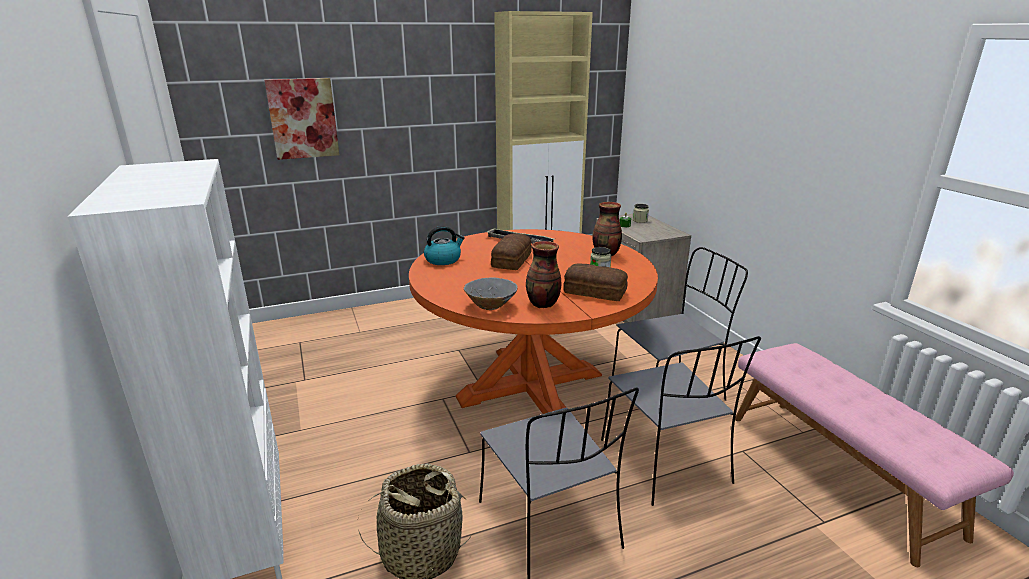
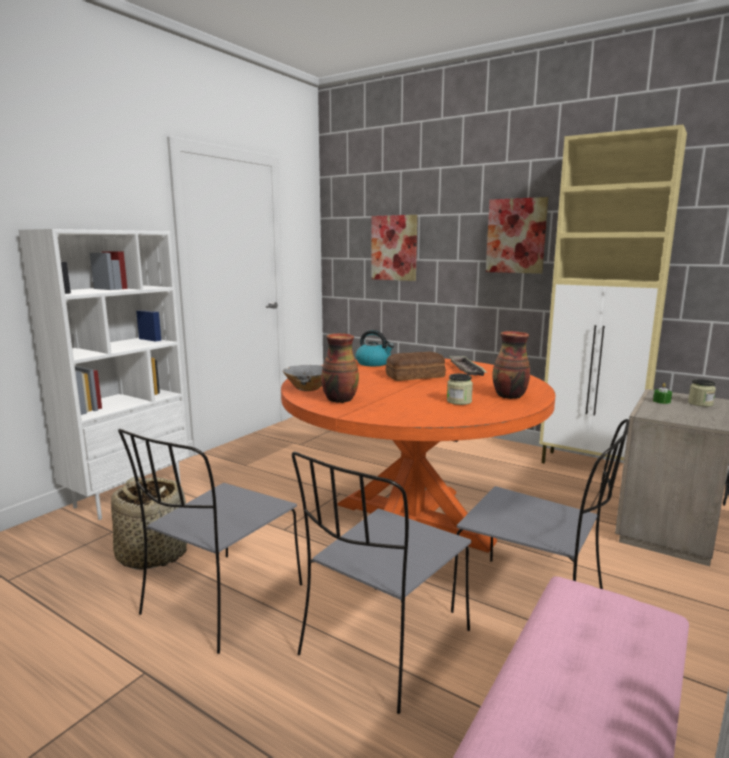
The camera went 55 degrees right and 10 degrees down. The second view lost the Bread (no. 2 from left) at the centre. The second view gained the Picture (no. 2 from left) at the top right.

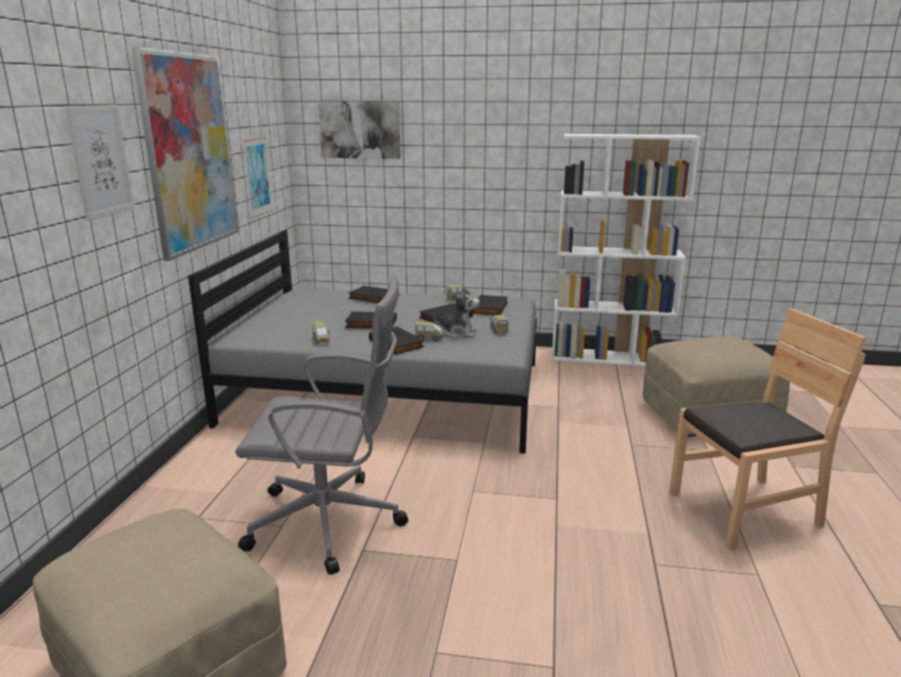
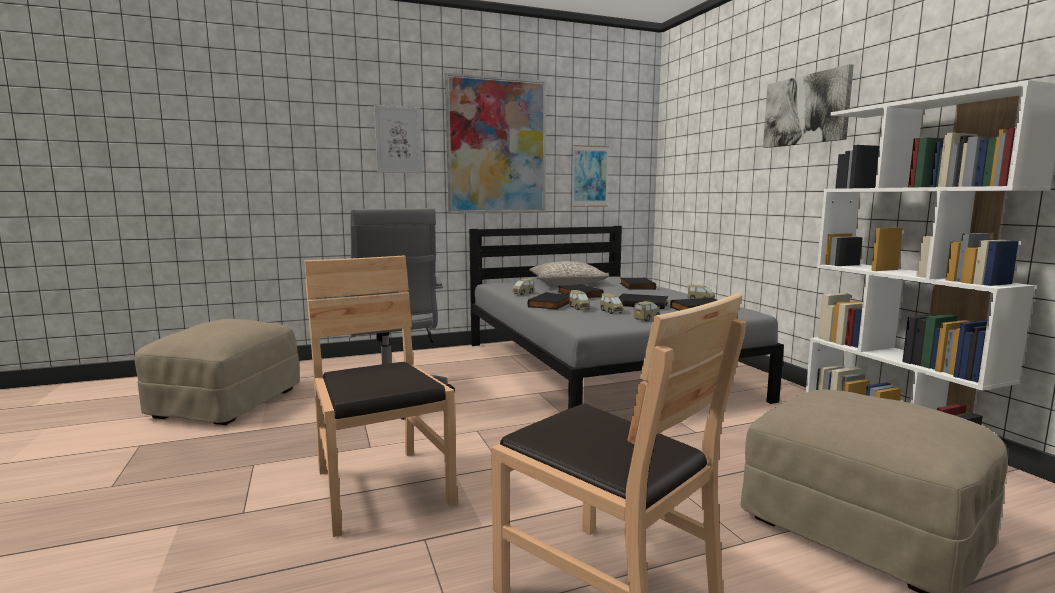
The camera went 60 degrees right and 10 degrees down. The Picture (no. 4 from left) ended up elsewhere, having gone from the top centre to the top right. Where the PlushToy stood at the centre, the ToyCar (no. 3 from left) came to stand at the centre. The second view gained the BrownChair (no. 1 from left) at the bottom centre. The second view gained the GreyPillow at the centre.

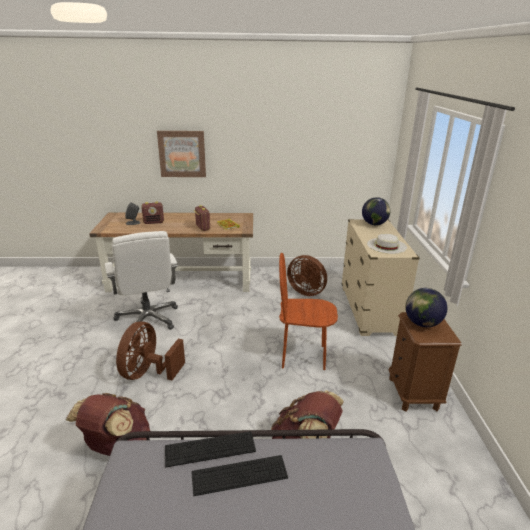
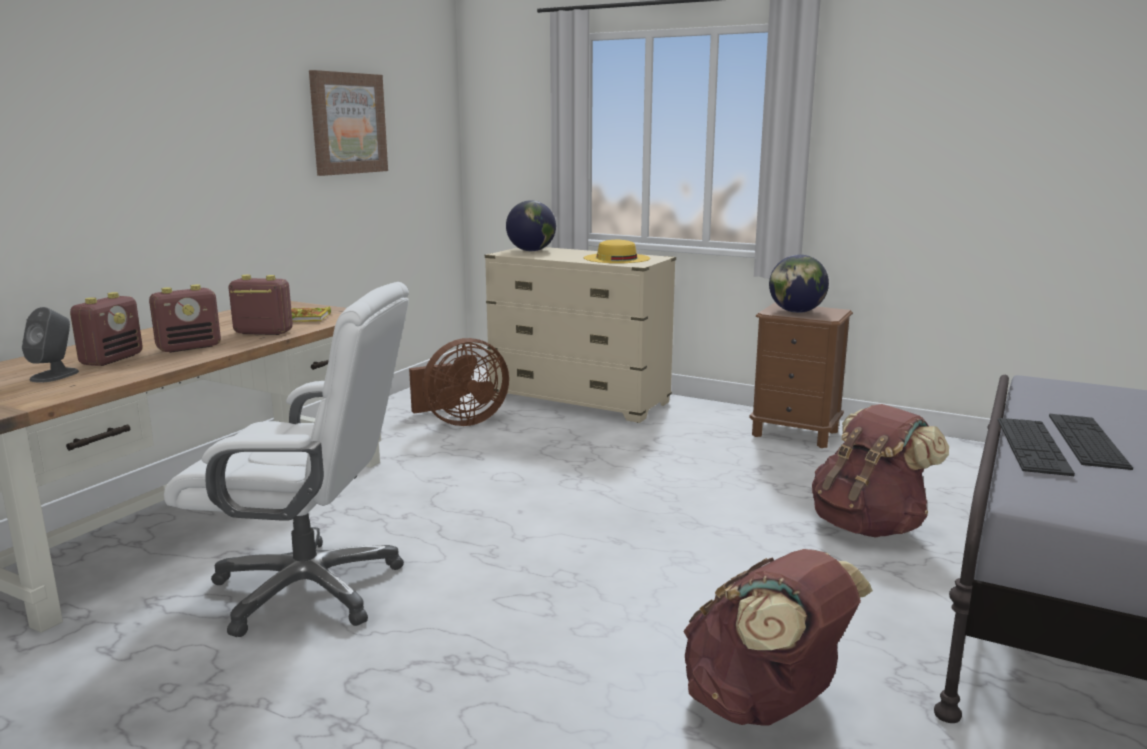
The camera went 60 degrees left and 10 degrees down. The second view lost the BrownFan (no. 1 from left) at the middle left. The Picture ended up elsewhere, having gone from the top centre to the top left. The second view lost the BrownChair at the centre. What was the WhiteHat at the middle right turned into the YellowHat at the centre. The second view gained the Radio (no. 2 from left) at the middle left.

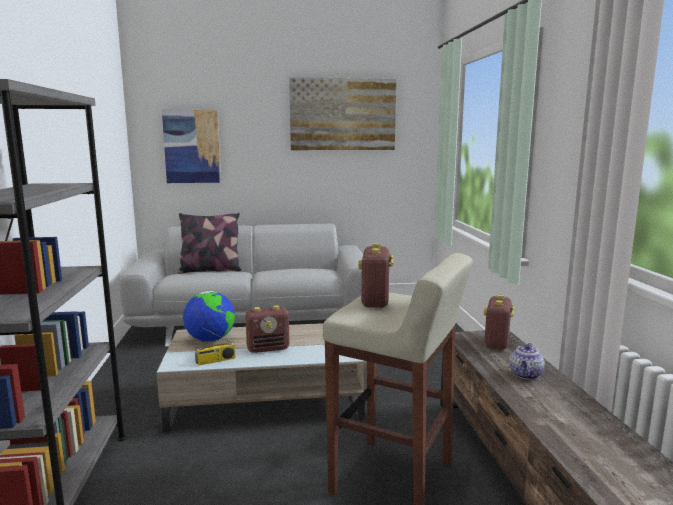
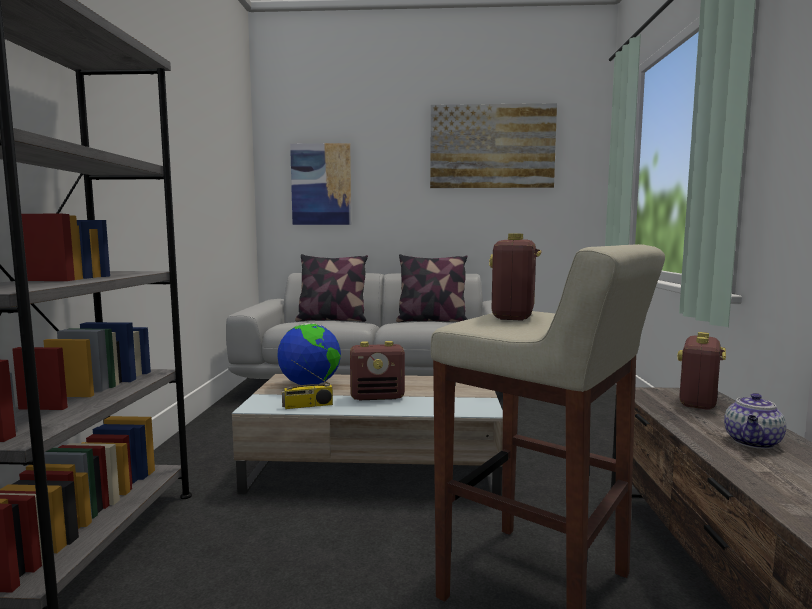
The camera went 10 degrees right and 5 degrees down. The second view gained the Pillow (no. 2 from left) at the centre.

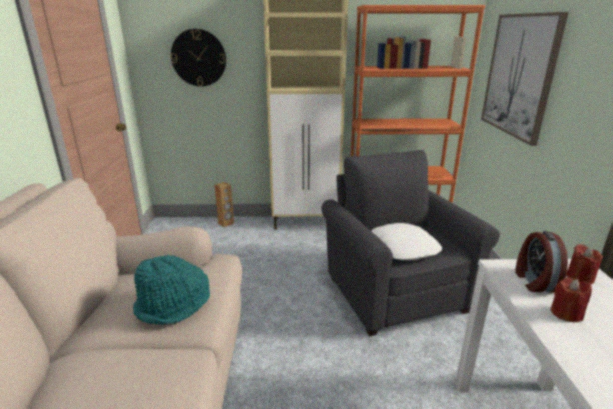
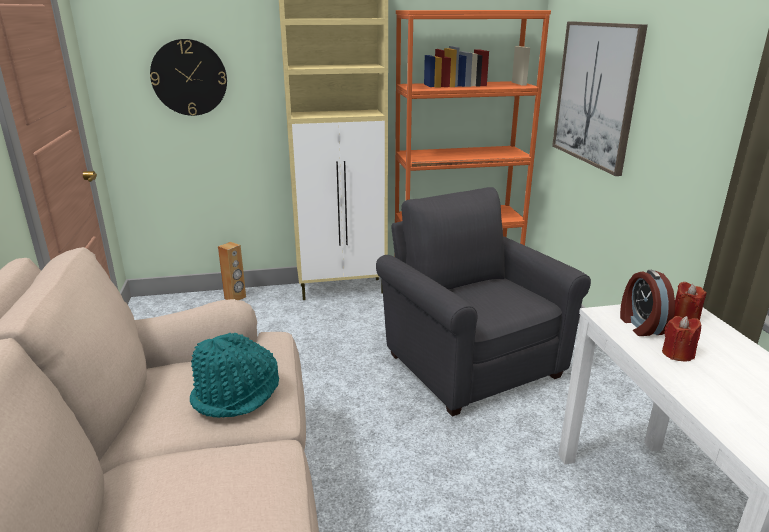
The camera went 10 degrees left and 0 degrees up. The second view lost the WhitePillow at the centre.

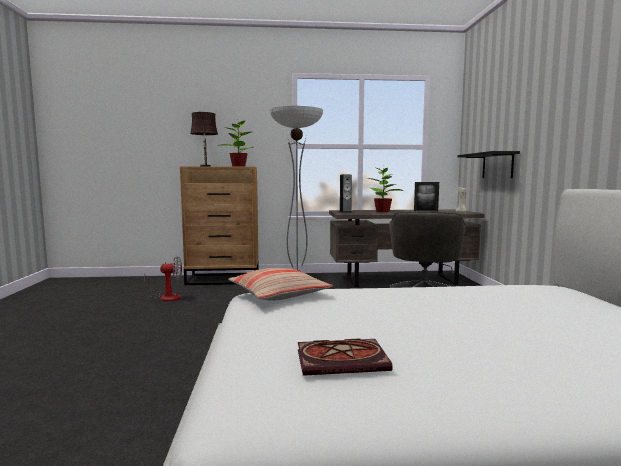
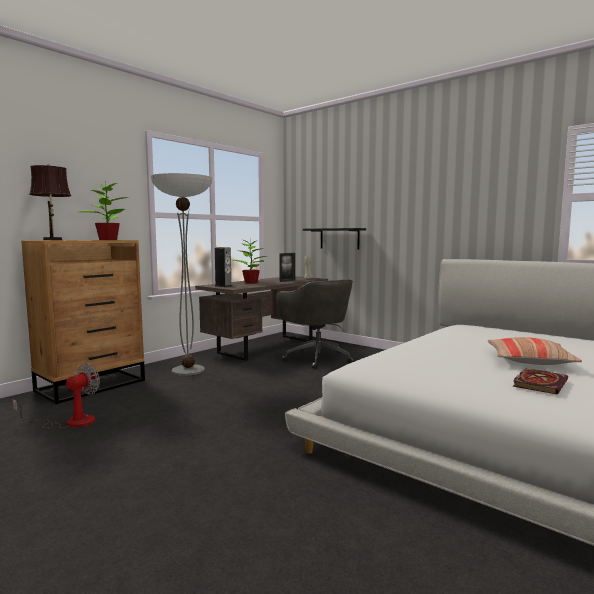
The camera went 45 degrees left and 0 degrees up. The Pillow ended up elsewhere, having gone from the centre to the middle right.

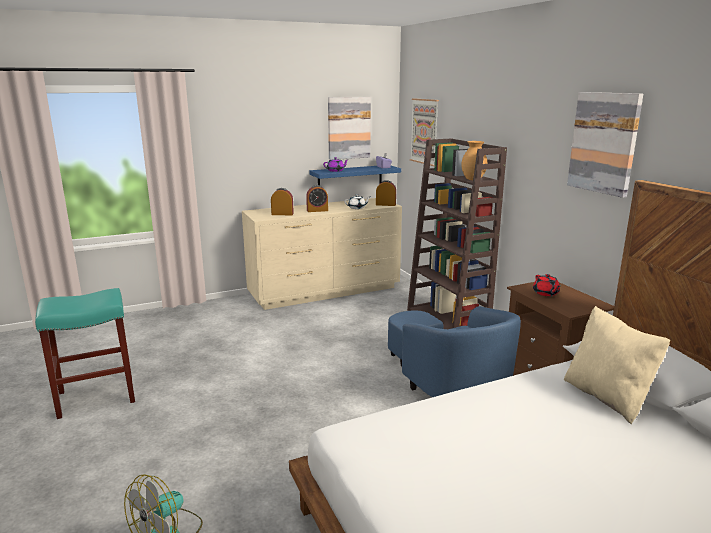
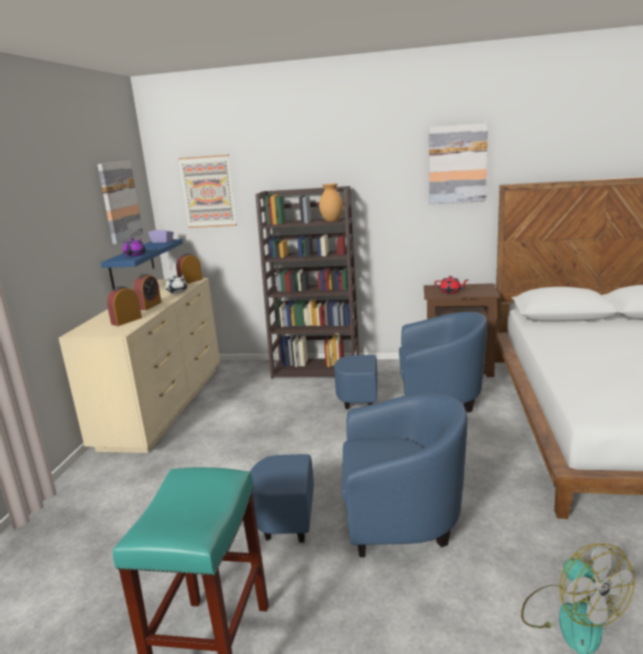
The camera went 55 degrees left and 0 degrees up. The second view lost the BeigePillow at the bottom right. The second view gained the BlueArmchair (no. 1 from left) at the bottom centre.

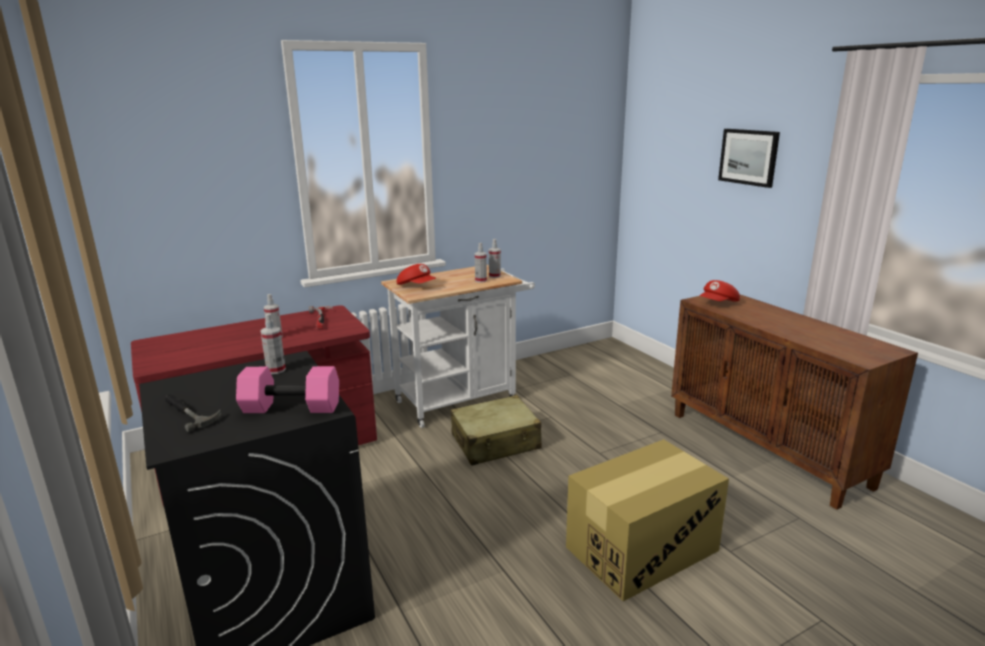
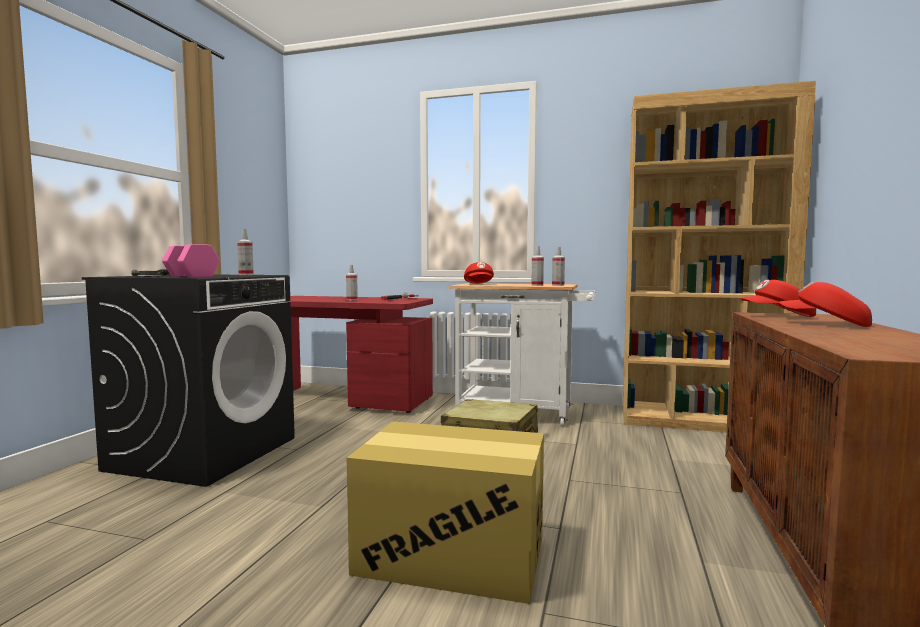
The camera went 45 degrees right and 15 degrees down. The second view lost the Picture at the top right. The second view gained the BrownBookcase at the middle right. The second view gained the RedCap (no. 3 from left) at the middle right.

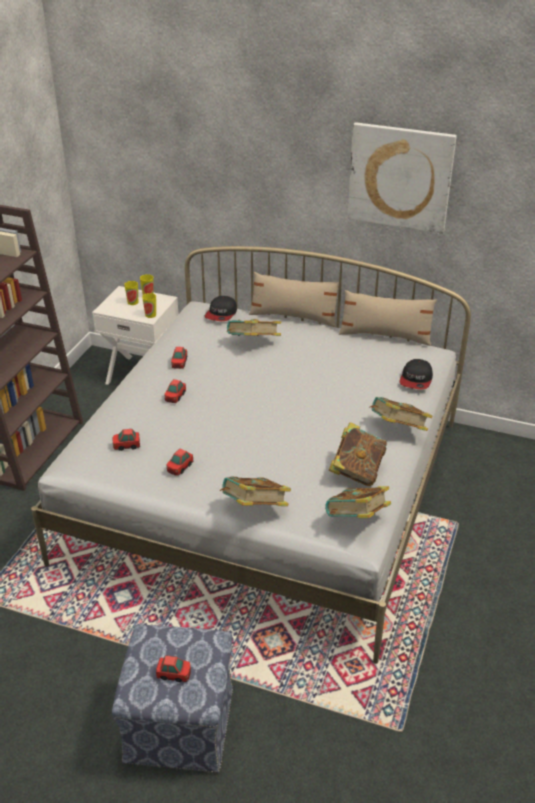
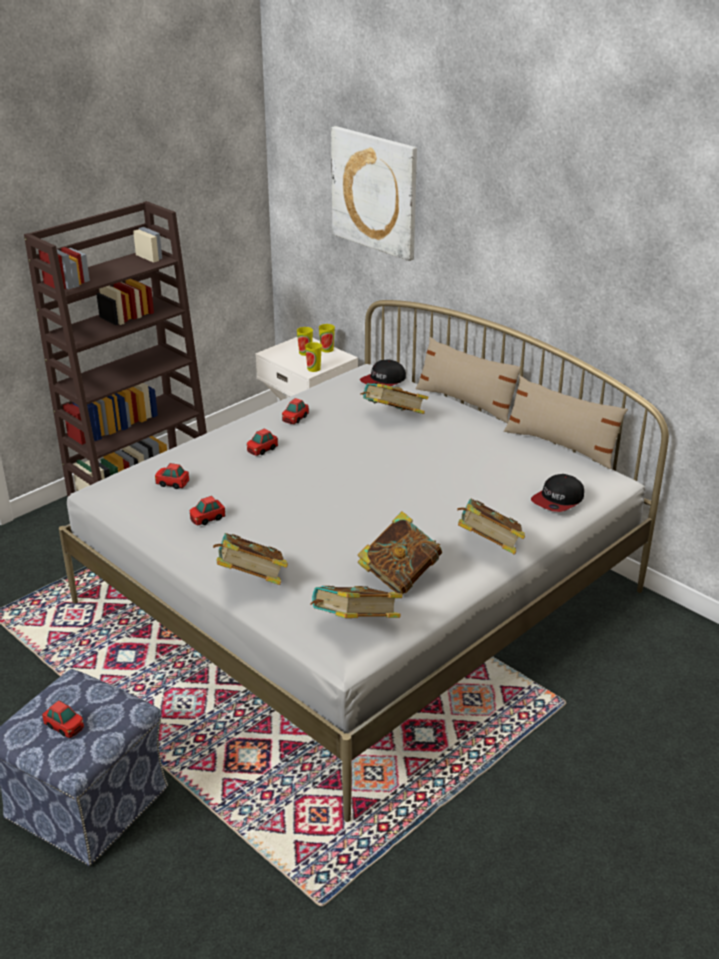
The camera went 25 degrees right and 5 degrees down. The Picture ended up elsewhere, having gone from the top right to the top centre.

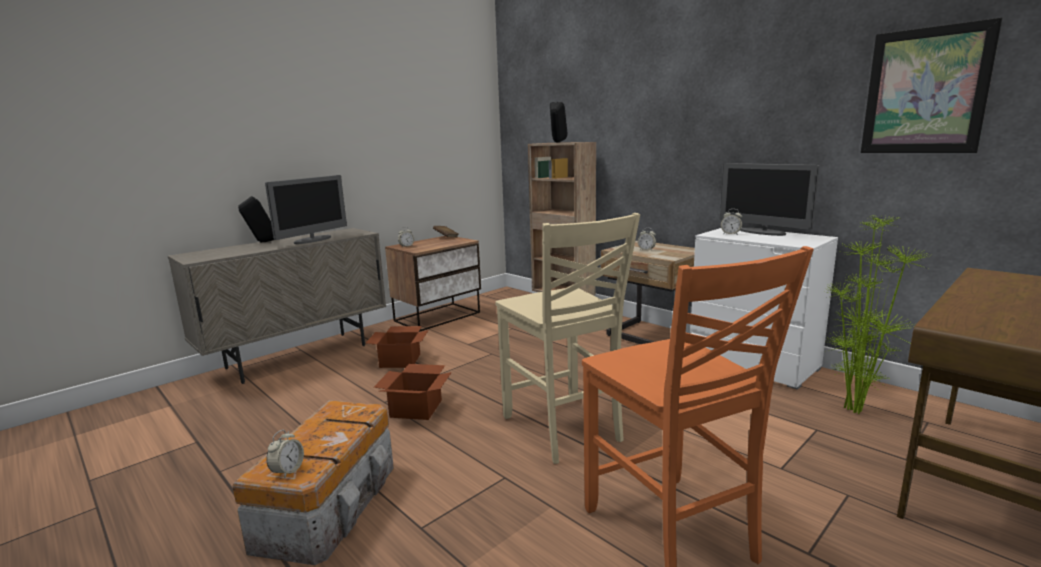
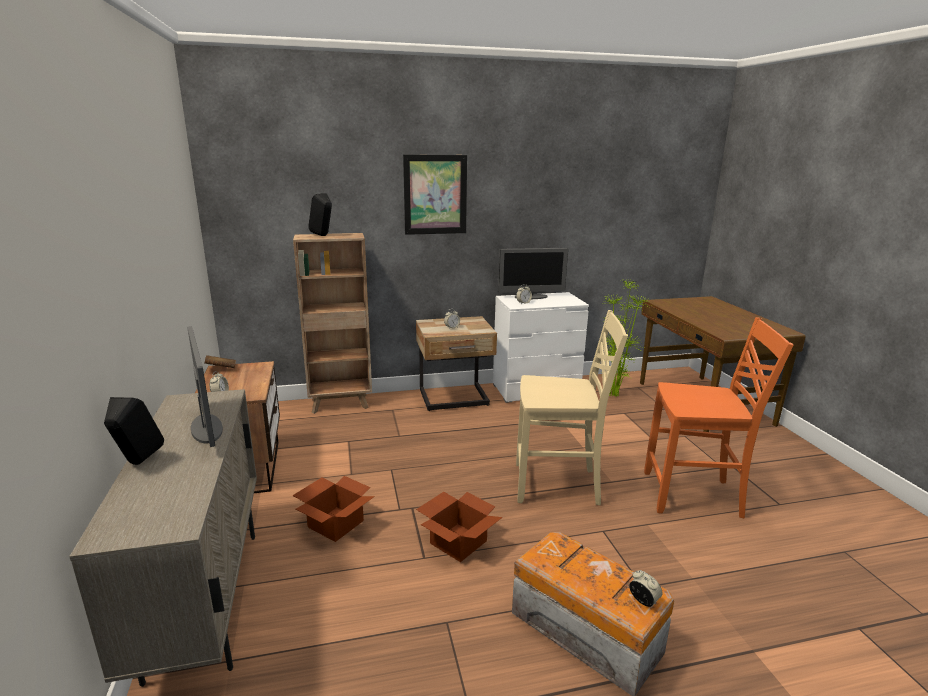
The camera went 60 degrees left and 5 degrees up. The Picture ended up elsewhere, having gone from the top right to the top centre.

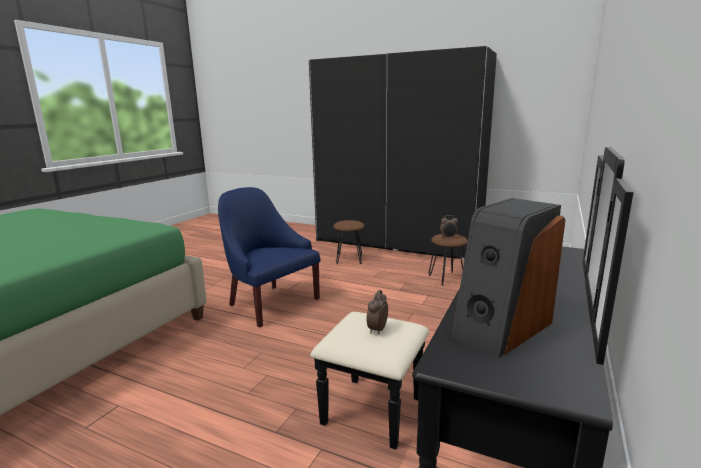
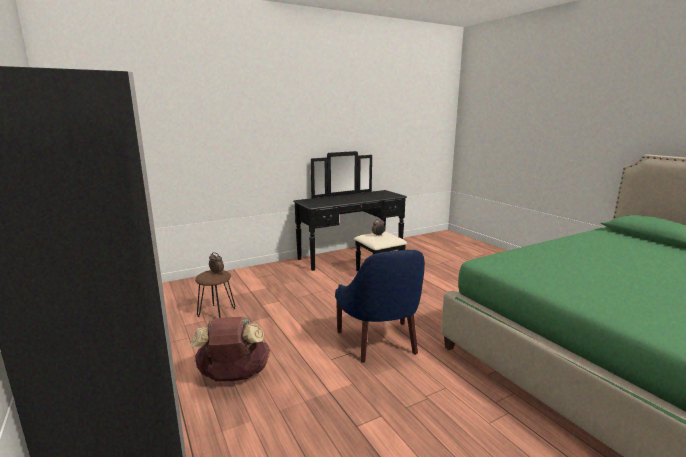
The camera went 145 degrees left and 0 degrees up. Where the BrownStool (no. 1 from left) stood at the centre, the BrownBackpack came to stand at the bottom centre. The second view lost the Speaker at the middle right.

